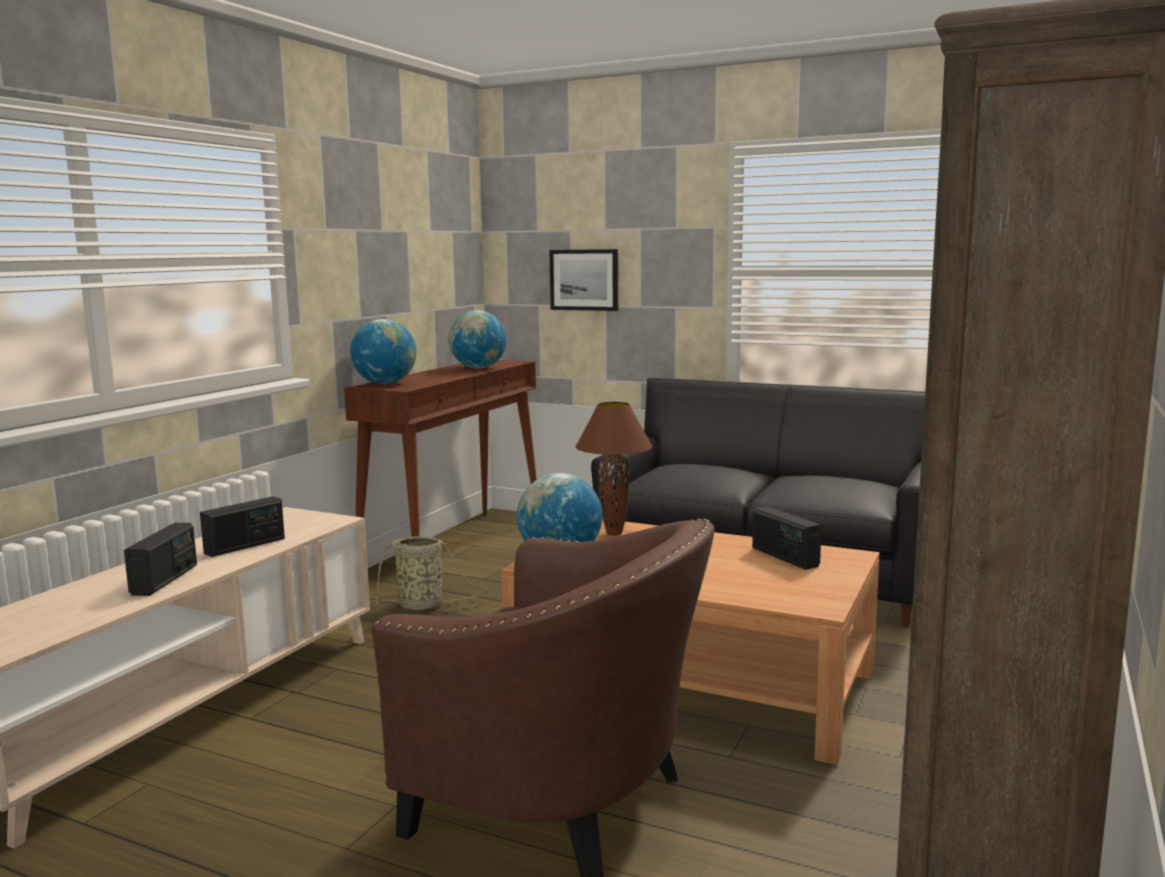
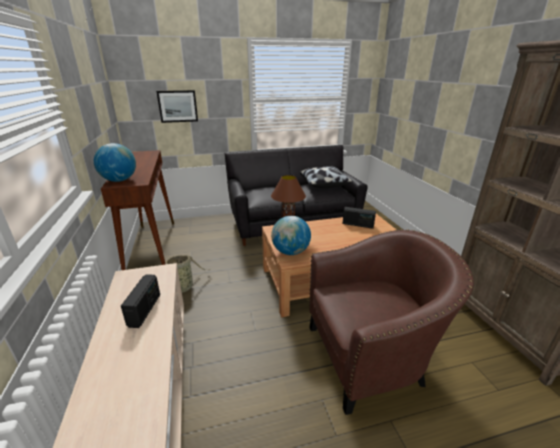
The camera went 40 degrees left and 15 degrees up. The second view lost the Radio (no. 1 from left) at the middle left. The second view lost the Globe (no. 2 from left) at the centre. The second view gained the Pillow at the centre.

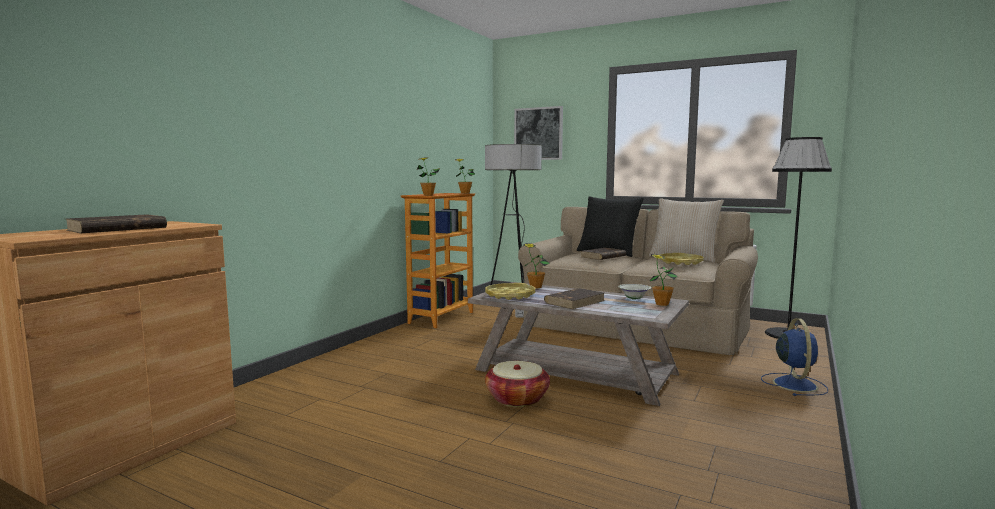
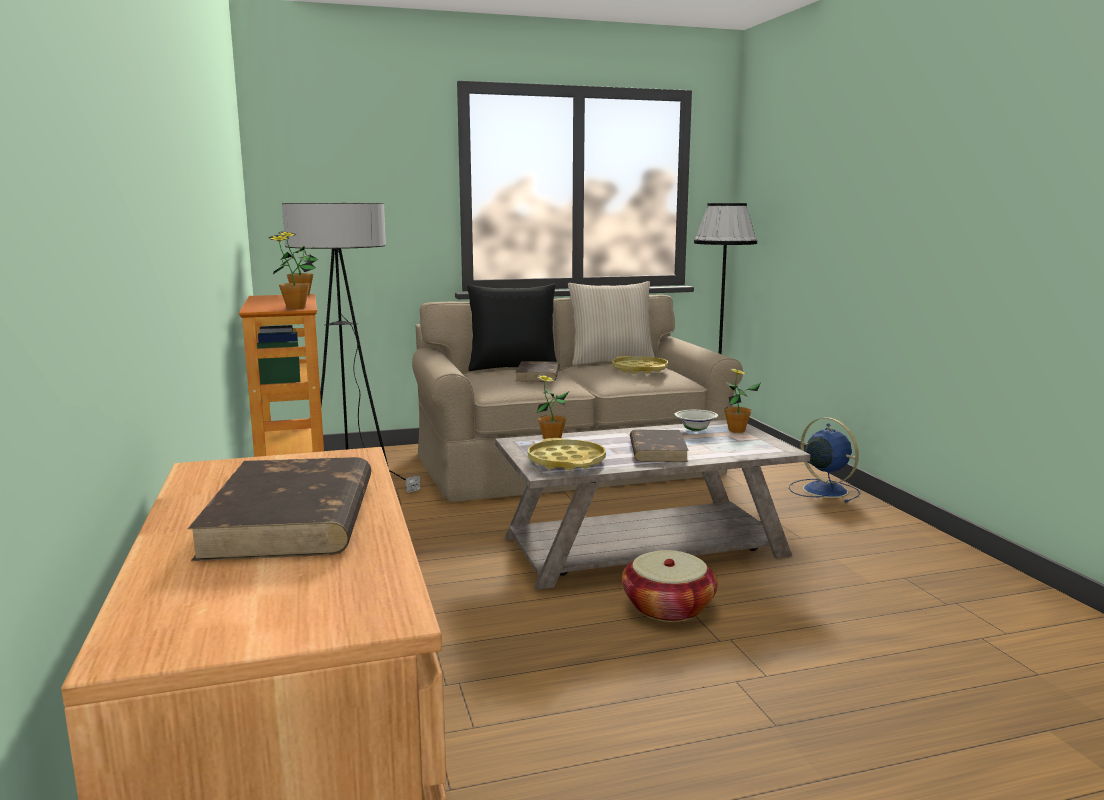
The camera went 45 degrees left and 5 degrees up. The second view lost the Picture at the top centre.

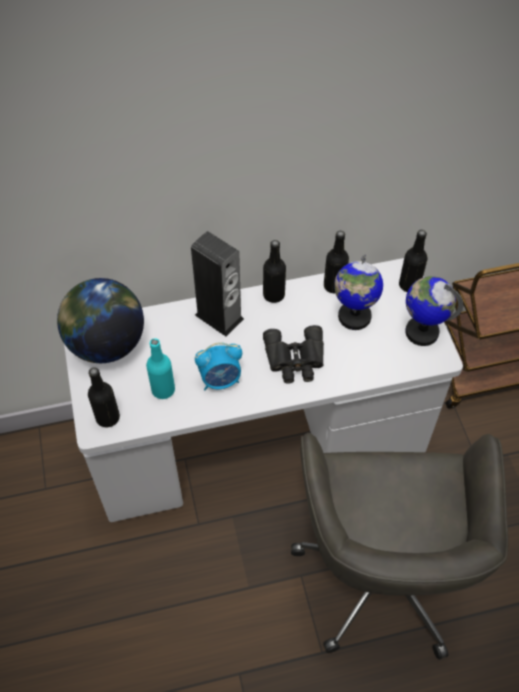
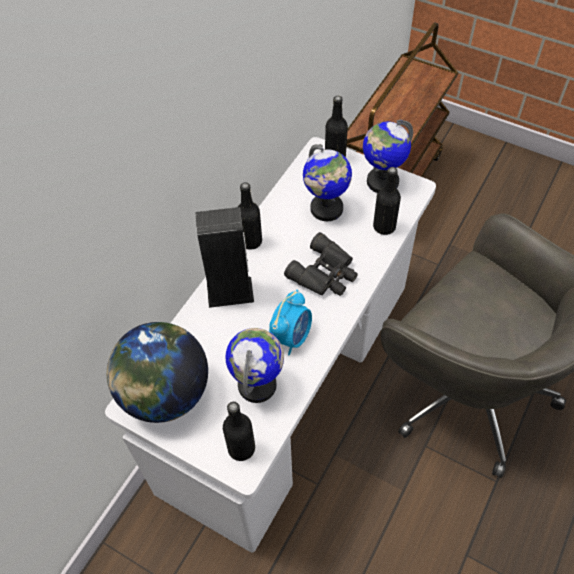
The camera went 45 degrees left and 0 degrees up. Where the TurquoiseBottle stood at the middle left, the Globe (no. 2 from left) came to stand at the centre. The BlackBottle (no. 3 from left in the first image) ended up elsewhere, having gone from the centre to the middle right.

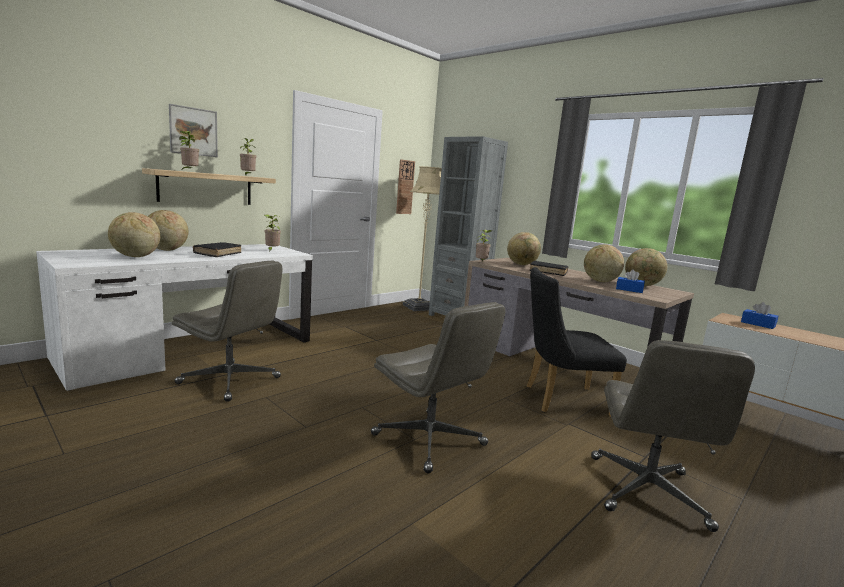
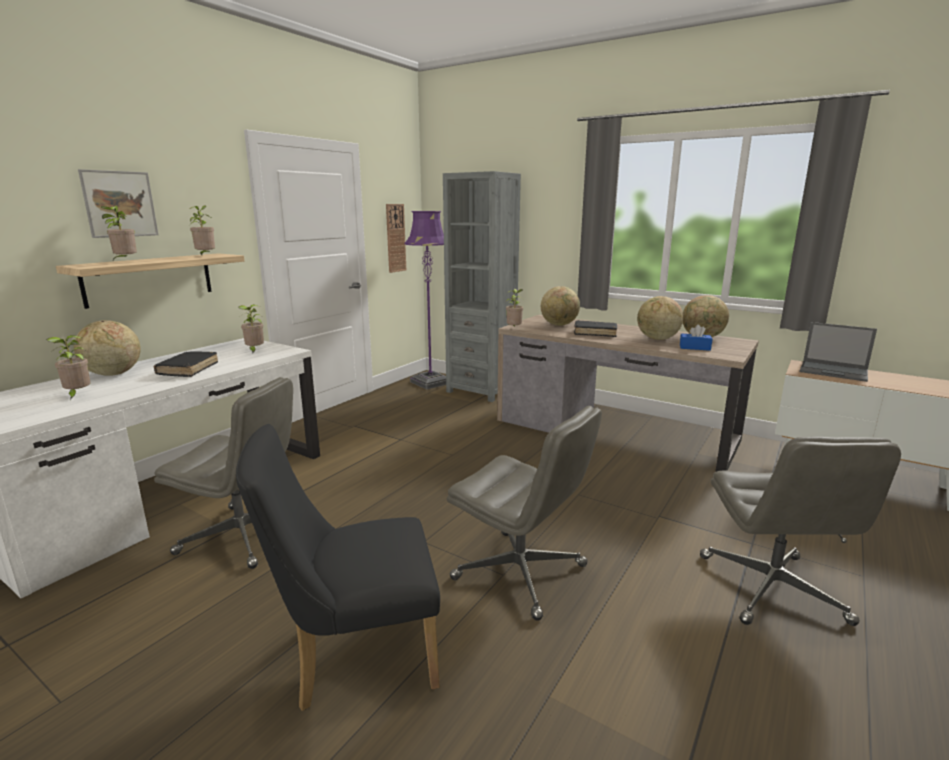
The camera went 10 degrees left and 5 degrees up. Where the Globe (no. 1 from left) stood at the middle left, the PottedPlant (no. 1 from left) came to stand at the middle left. What was the BeigeFloorLamp at the centre turned into the PurpleFloorLamp at the centre. The BlackChair ended up elsewhere, having gone from the middle right to the bottom centre. Where the BlueTissueBox (no. 2 from left) stood at the middle right, the Laptop came to stand at the middle right.

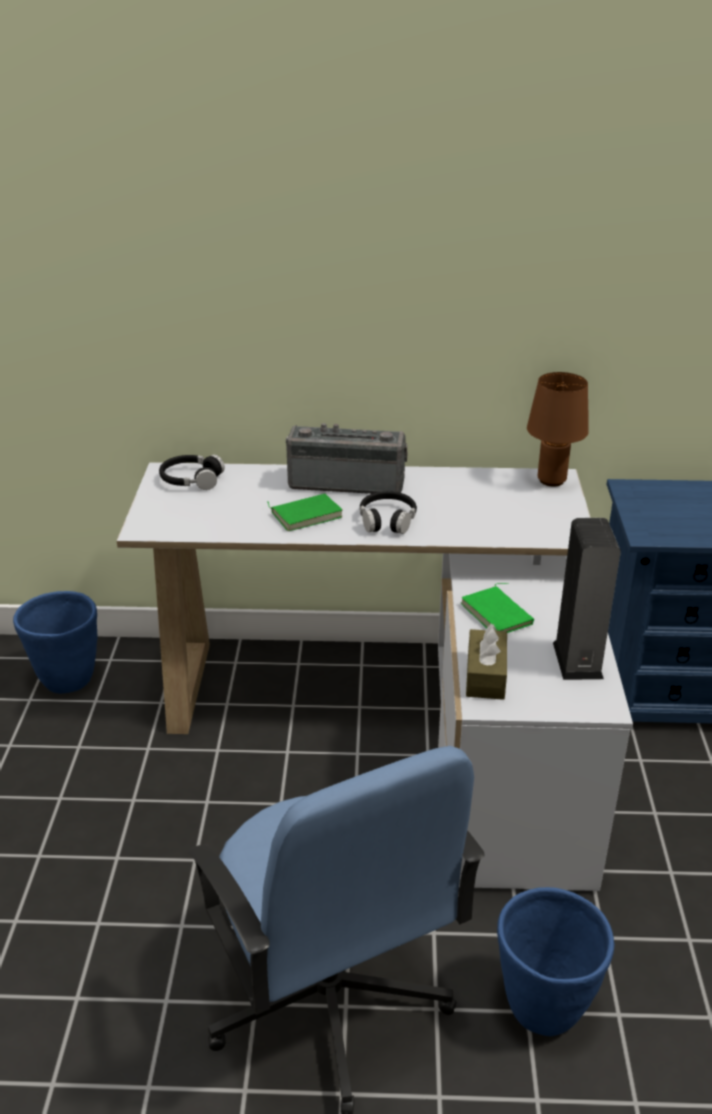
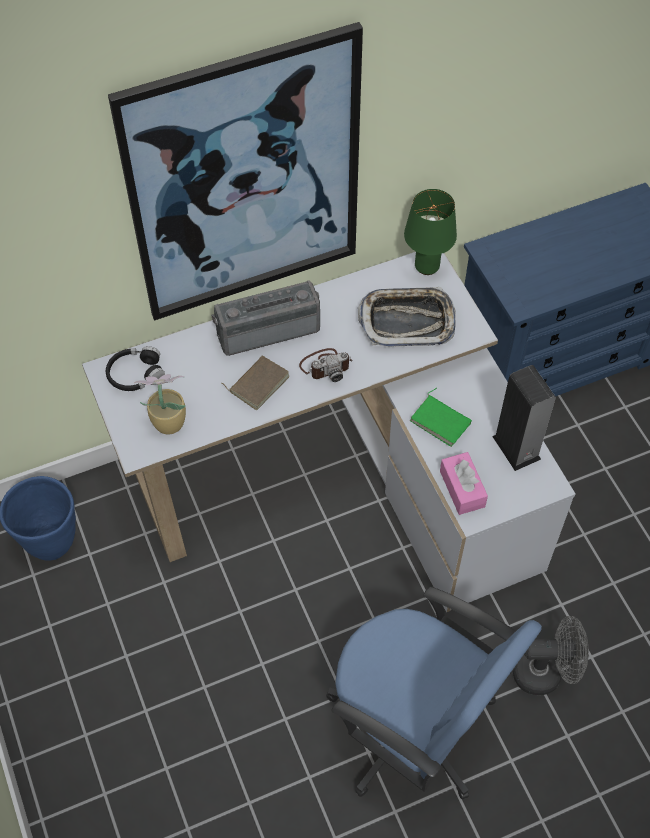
The camera went 25 degrees left and 25 degrees up. What was the GreenBook (no. 1 from left) at the centre turned into the BrownBook at the centre. Where the BlackHeadphones (no. 2 from left) stood at the centre, the PhotoCamera came to stand at the centre. What was the BrownTissueBox at the middle right turned into the PinkTissueBox at the middle right. Where the BluePlanter (no. 2 from left) stood at the bottom right, the GreyFan came to stand at the bottom right. What was the BrownTableLamp at the middle right turned into the GreenTableLamp at the top centre. The second view gained the Picture at the top centre. The second view gained the PottedPlant at the middle left. The second view gained the Tray at the centre.

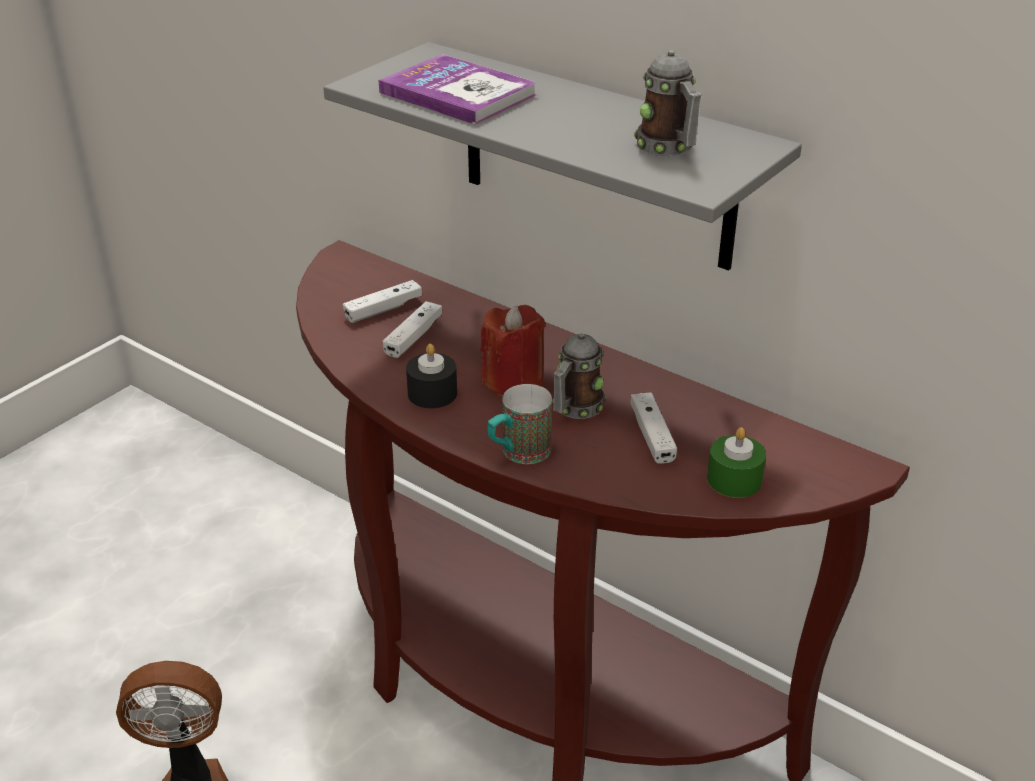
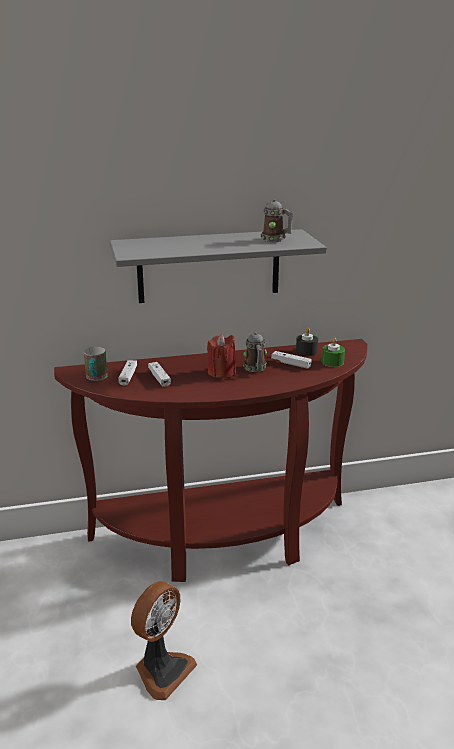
The camera went 50 degrees left and 10 degrees down. The second view lost the Book at the top centre. The BlackCandle ended up elsewhere, having gone from the centre to the middle right. The Mug (no. 1 from left) ended up elsewhere, having gone from the centre to the middle left.

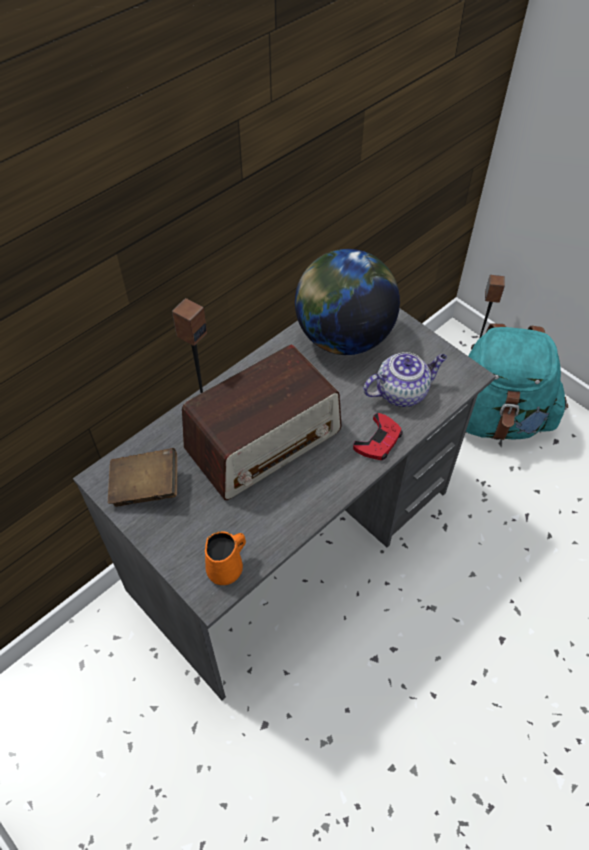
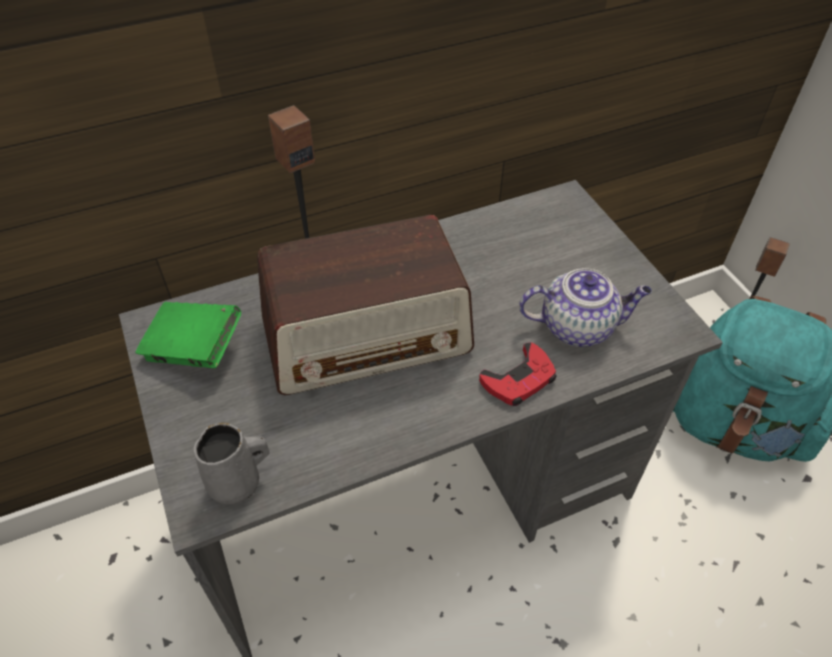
The camera went 20 degrees right and 5 degrees down. What was the BrownBook at the middle left turned into the GreenBook at the middle left. What was the OrangeMug at the centre turned into the GreyMug at the bottom left. The second view lost the Globe at the centre.

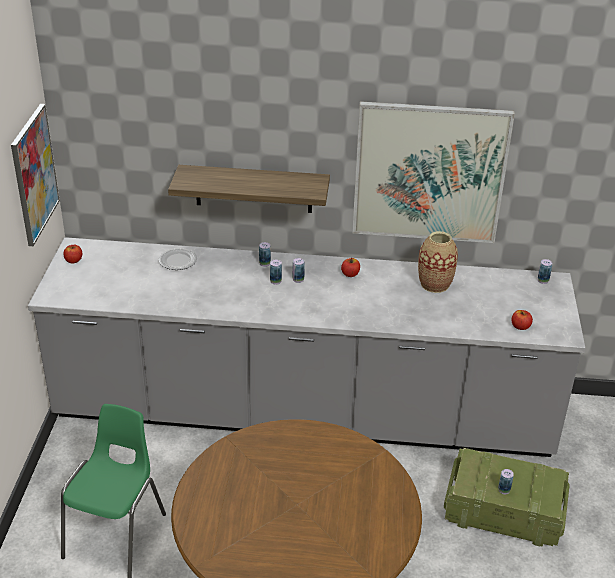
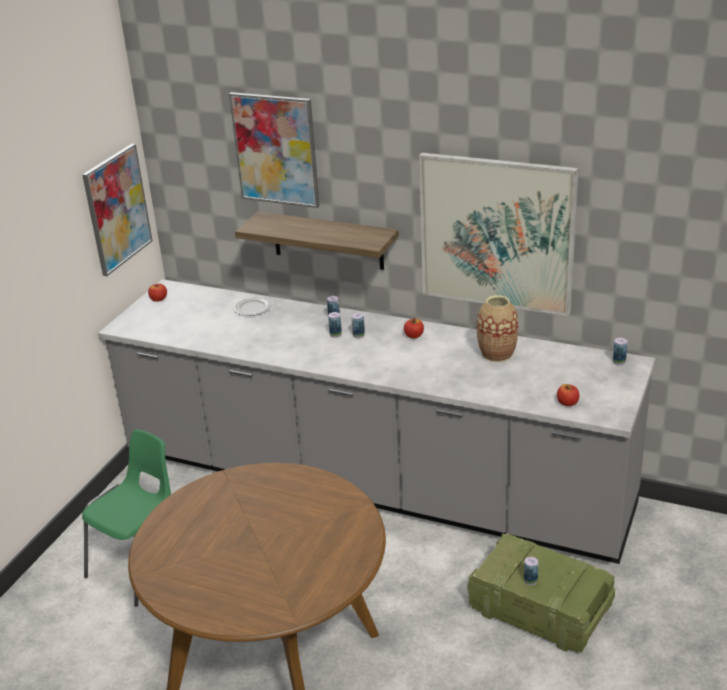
The camera went 20 degrees right and 5 degrees down. The second view gained the Picture (no. 2 from left) at the top centre.

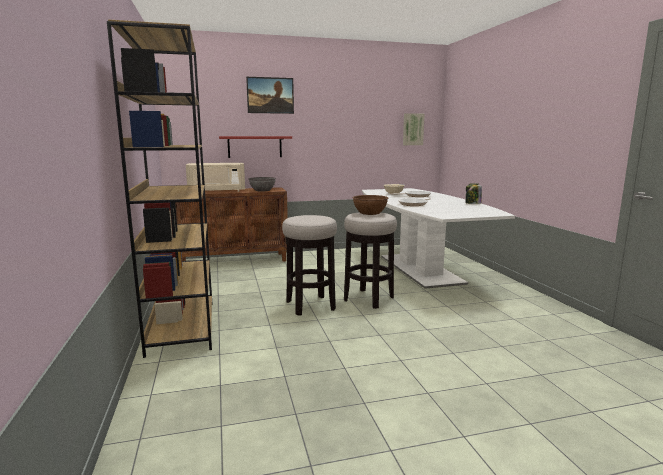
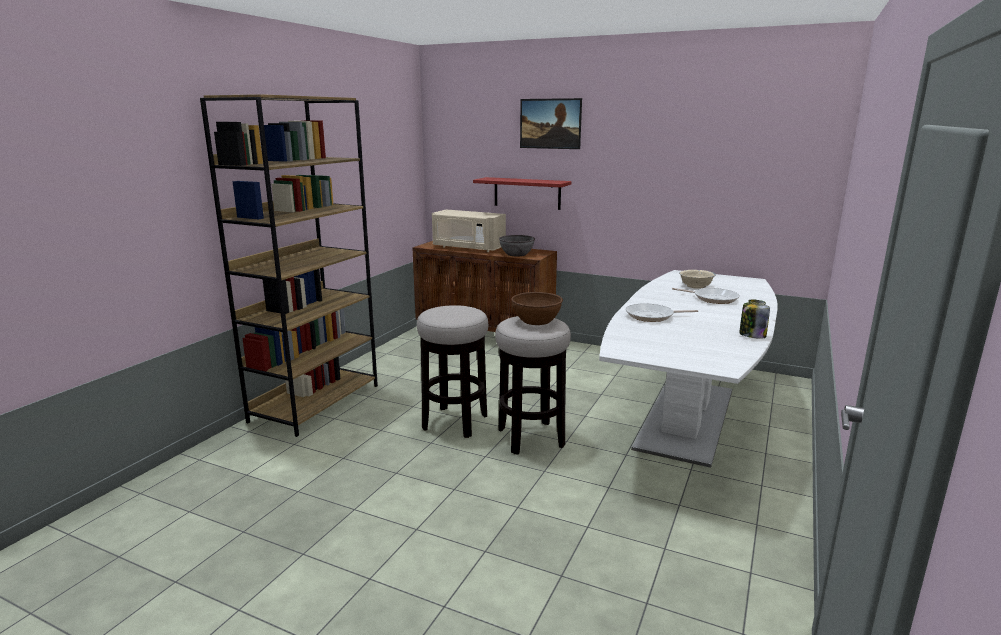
The camera went 40 degrees right and 5 degrees up. The second view lost the Picture (no. 2 from left) at the top centre.

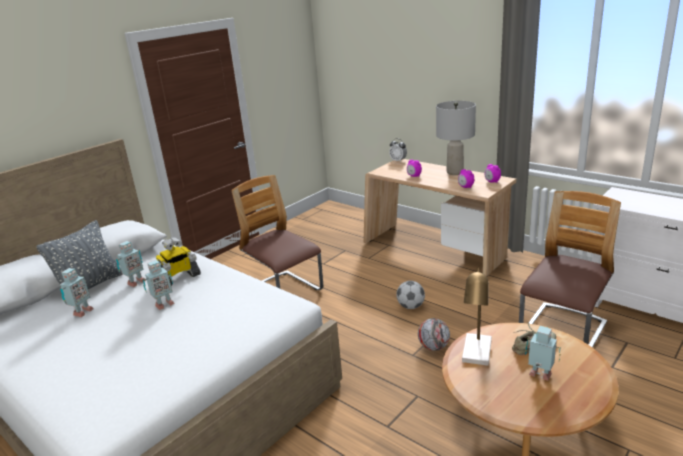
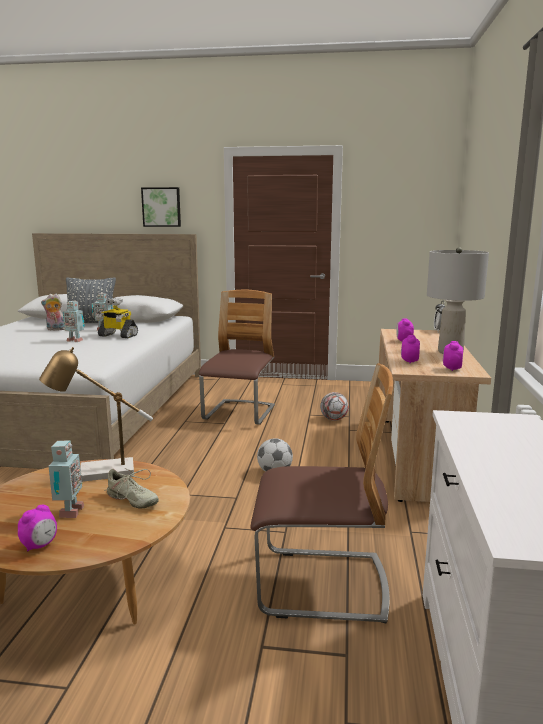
The camera went 55 degrees right and 10 degrees down. Where the ToyRobot (no. 1 from left) stood at the middle left, the PlushToy came to stand at the middle left. The Football (no. 2 from left) ended up elsewhere, having gone from the bottom centre to the centre. The second view gained the AlarmClock (no. 1 from left) at the bottom left. The second view gained the Picture at the top left.

